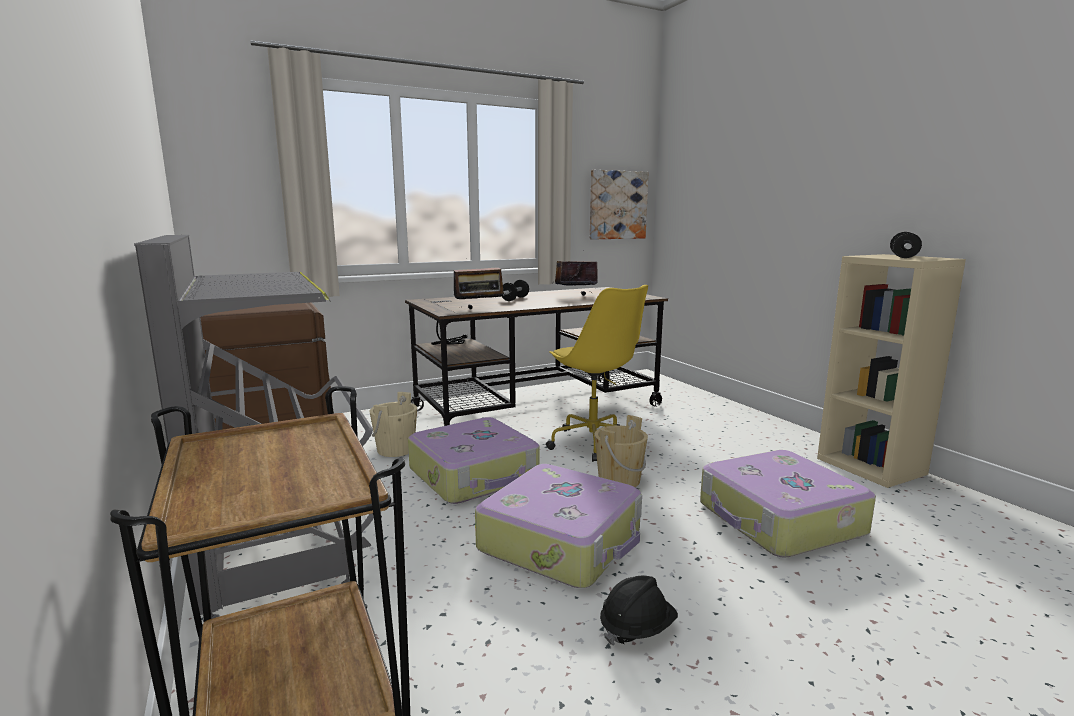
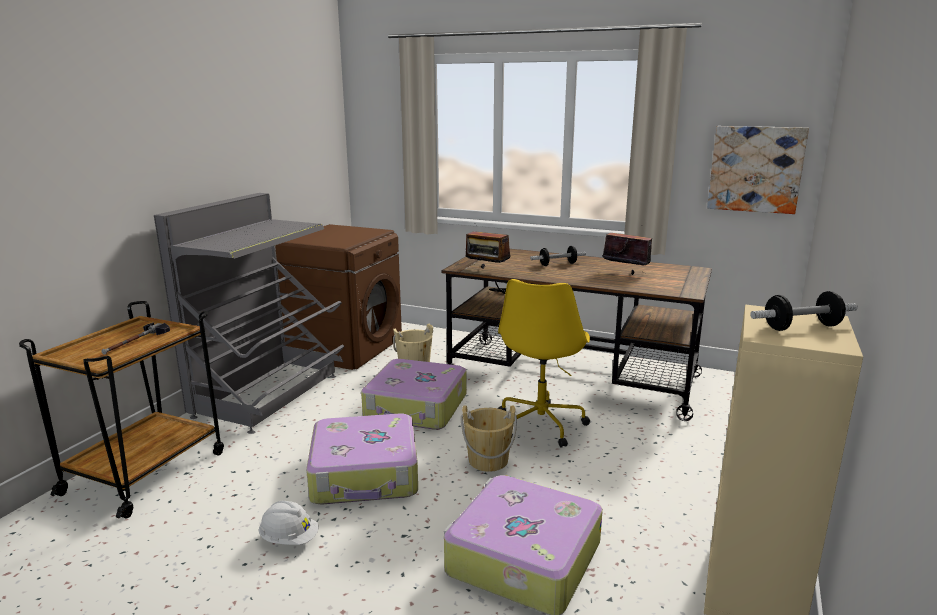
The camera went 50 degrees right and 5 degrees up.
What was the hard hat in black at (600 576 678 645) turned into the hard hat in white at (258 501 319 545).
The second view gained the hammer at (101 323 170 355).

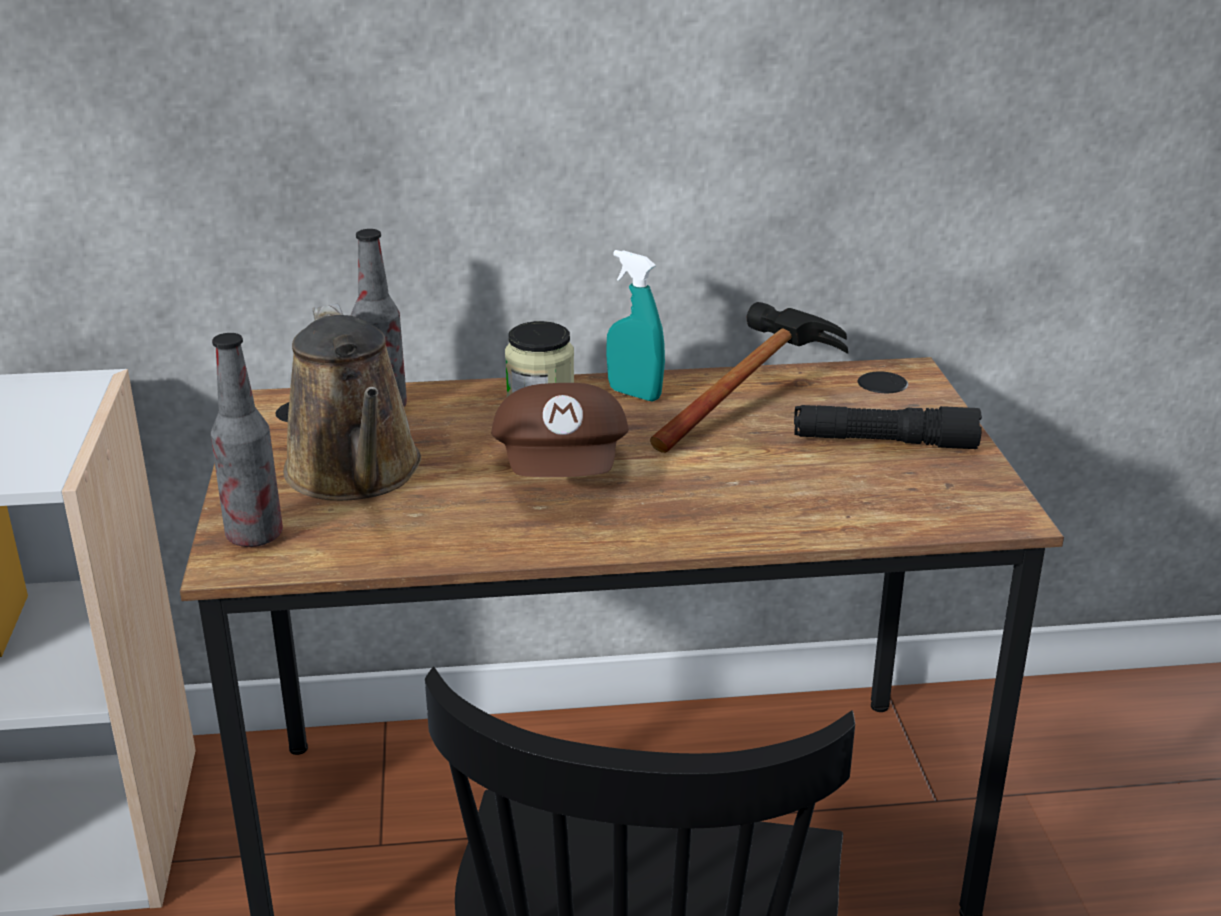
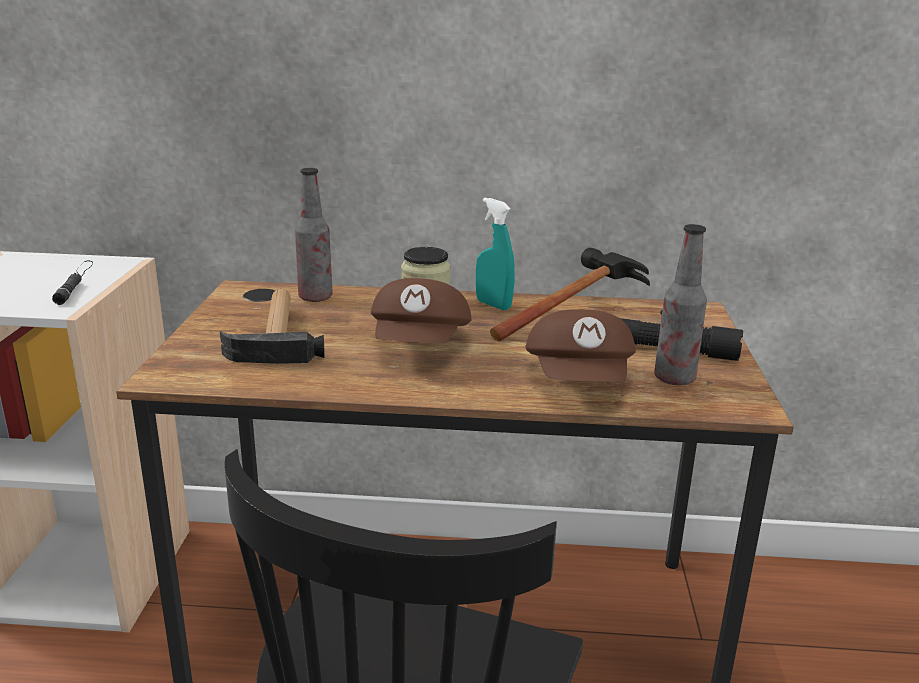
The camera went 10 degrees right and 5 degrees down.
The bottle ended up elsewhere, having gone from (211 333 283 547) to (654 224 707 385).
Where the watering can in brown stood at (283 303 421 501), the hammer came to stand at (220 289 325 364).
The second view gained the flashlight in black at (52 260 93 305).
The second view gained the cap in brown at (525 309 636 382).

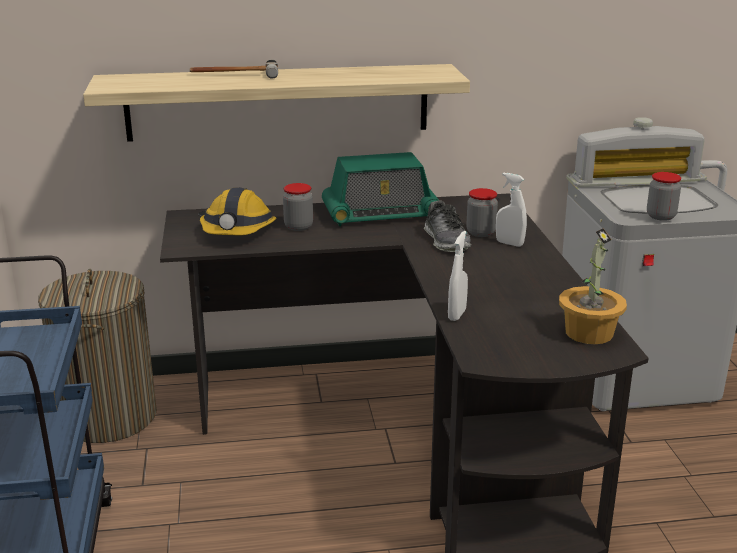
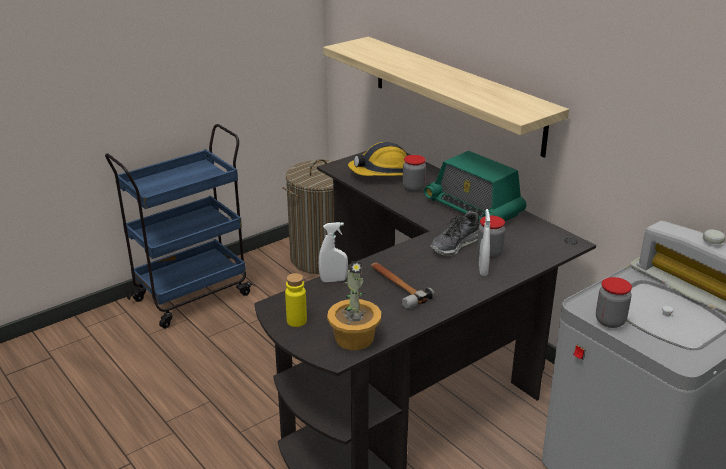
The camera went 60 degrees right and 5 degrees up.
The hammer ended up elsewhere, having gone from (190 60 278 79) to (371 262 435 309).
The second view gained the bottle in yellow at (285 273 307 327).

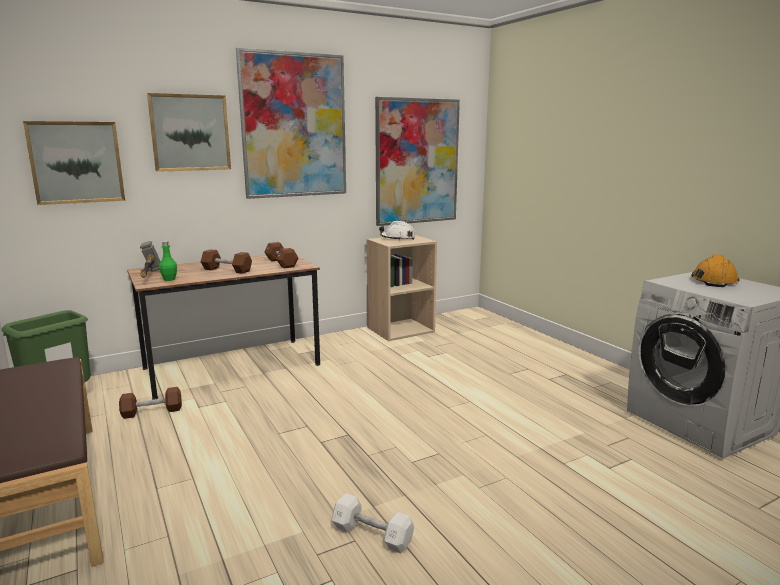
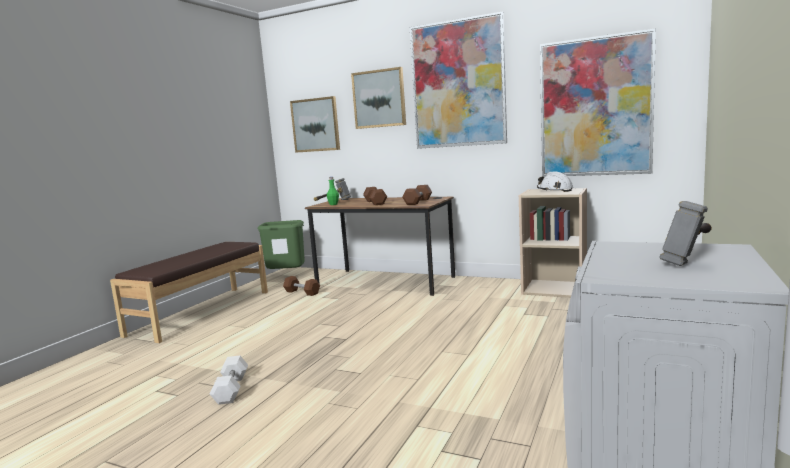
The camera went 55 degrees right and 5 degrees down.
Where the hard hat in orange stood at (691 254 740 287), the hammer came to stand at (659 201 712 266).

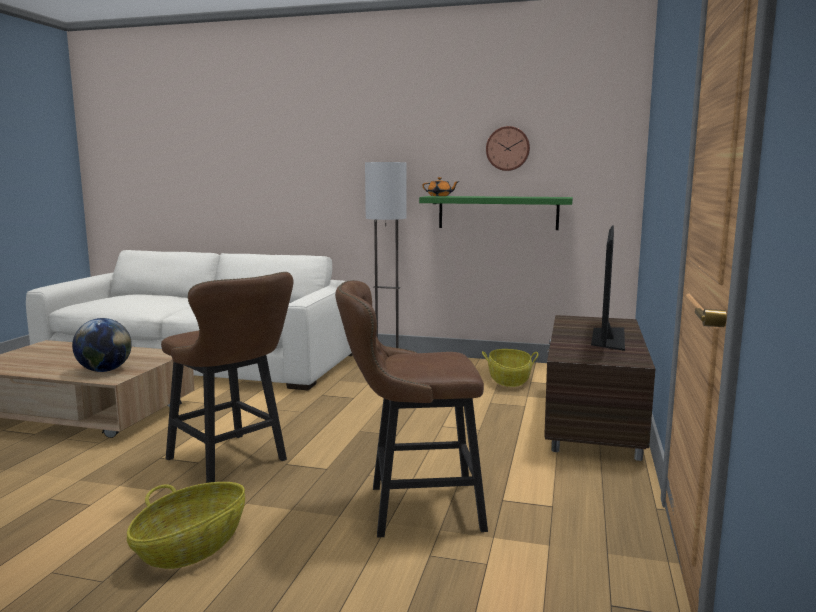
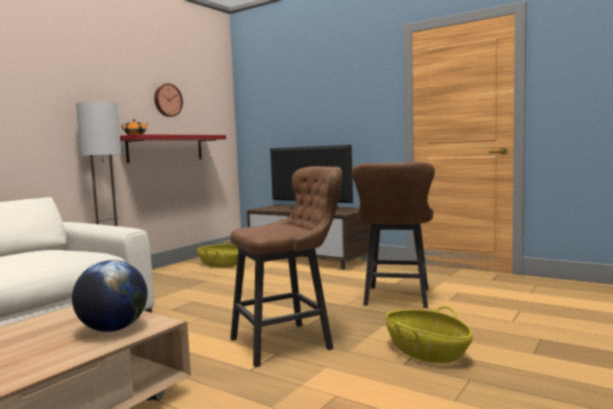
The camera went 70 degrees left and 5 degrees down.
What was the shelf in green at (419 196 573 230) turned into the shelf in red at (120 134 226 163).

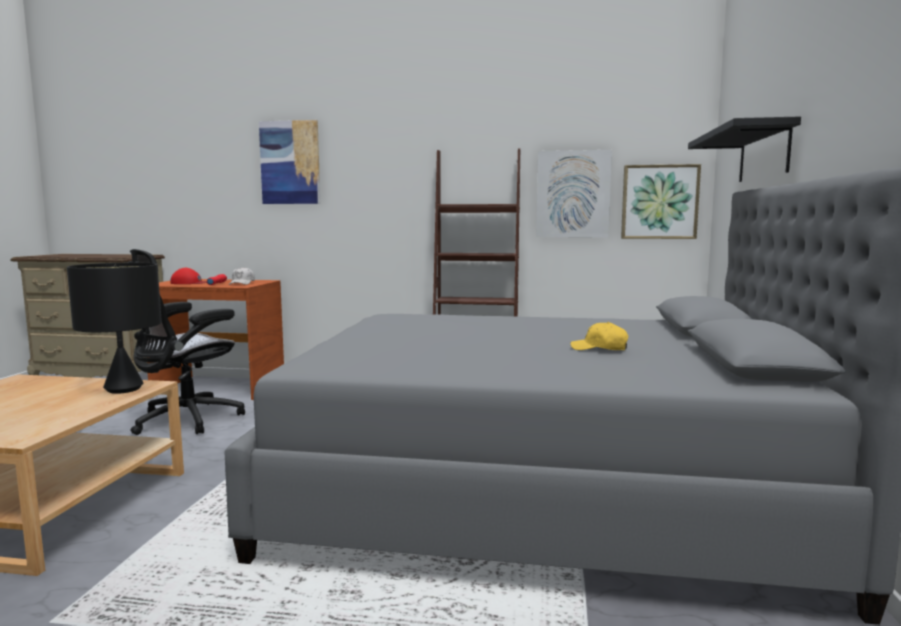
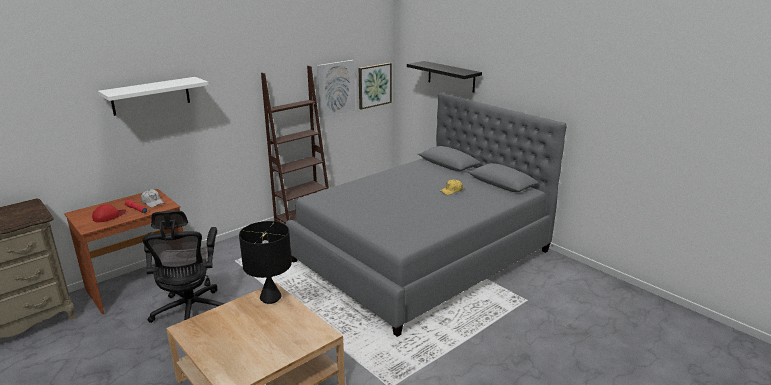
The camera went 50 degrees left and 15 degrees up.
Where the picture hung at (259 120 320 204), the shelf in white came to hang at (98 77 209 116).

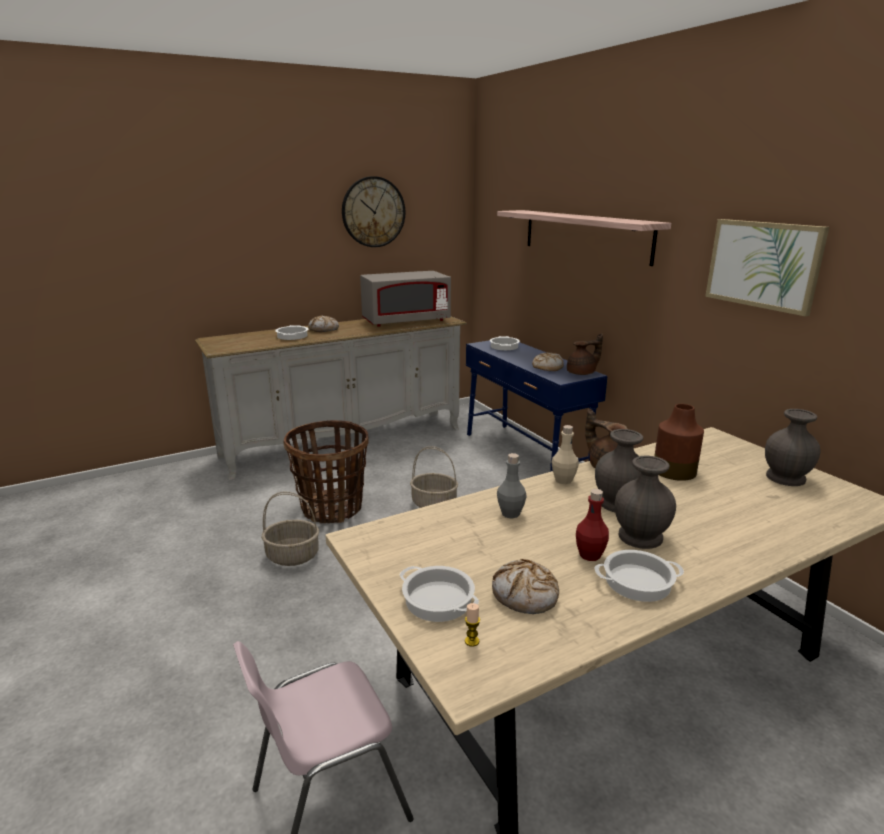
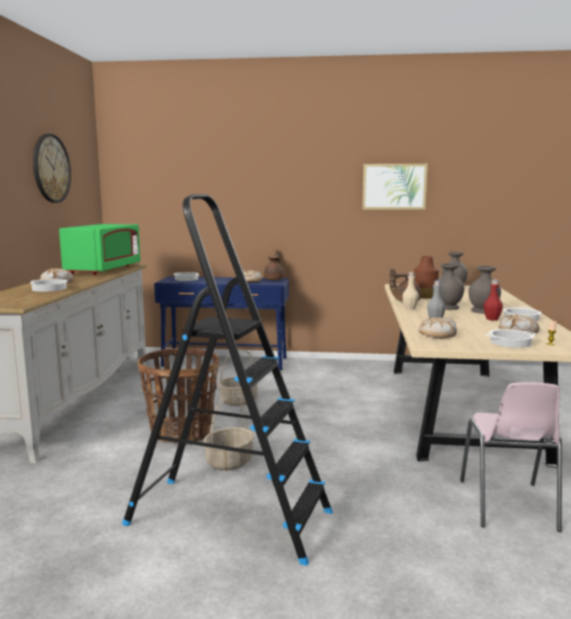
The camera went 55 degrees left and 10 degrees down.
What was the microwave in grey at (360 271 451 327) turned into the microwave in green at (59 224 140 275).
The second view lost the shelf at (497 210 671 266).
The second view gained the step ladder in black at (122 194 333 565).
The second view gained the bread at (419 317 457 338).

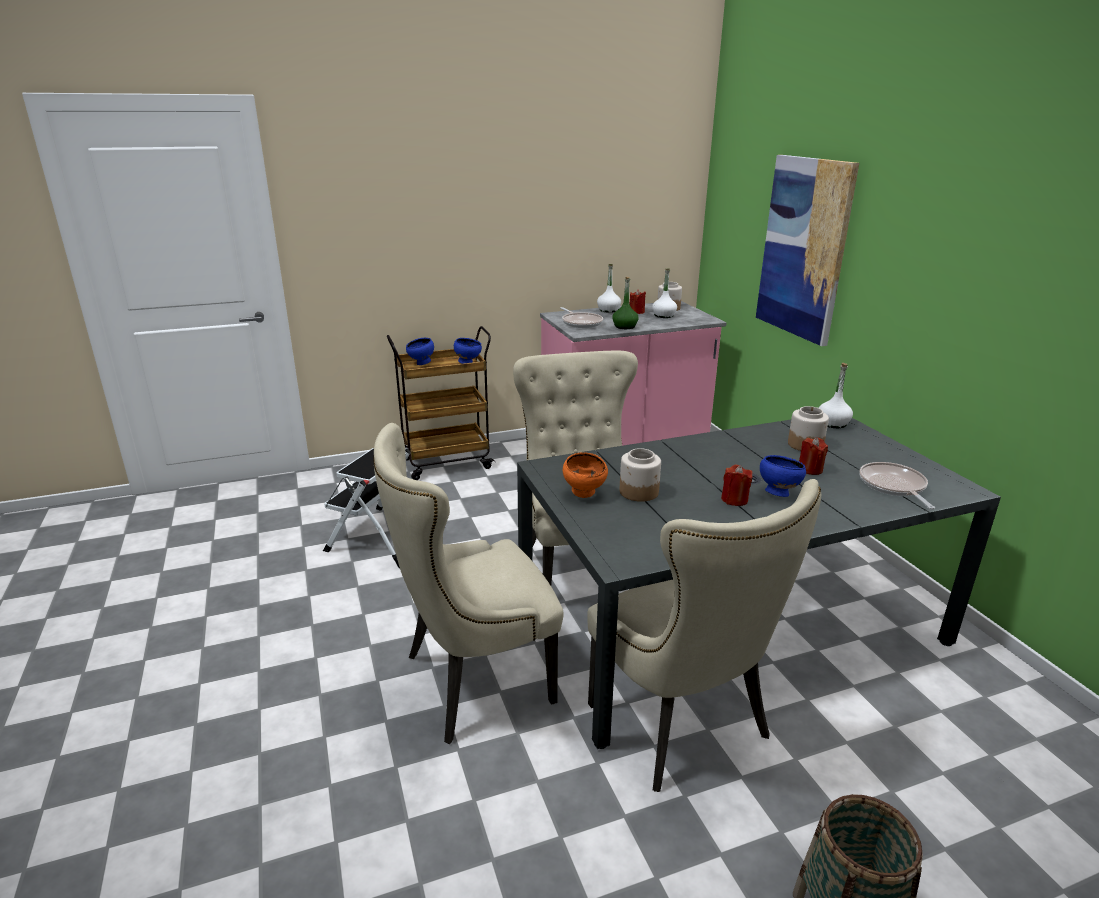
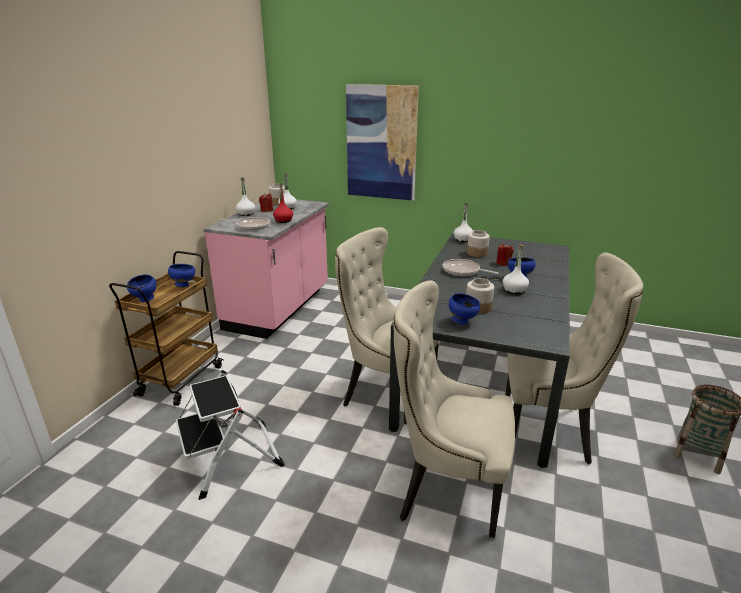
The camera went 50 degrees left and 0 degrees up.
The chair in beige at (373 423 564 744) ended up facing another way, 90 degrees clockwise from before.
What was the bowl in orange at (563 452 608 498) turned into the bowl in blue at (449 293 480 325).
What was the bottle in green at (612 277 639 329) turned into the bottle in red at (273 183 293 223).
Where the candle in red stood at (721 465 753 506), the bottle in white came to stand at (503 244 529 294).
The frying pan ended up elsewhere, having gone from (859 462 935 509) to (442 259 499 276).

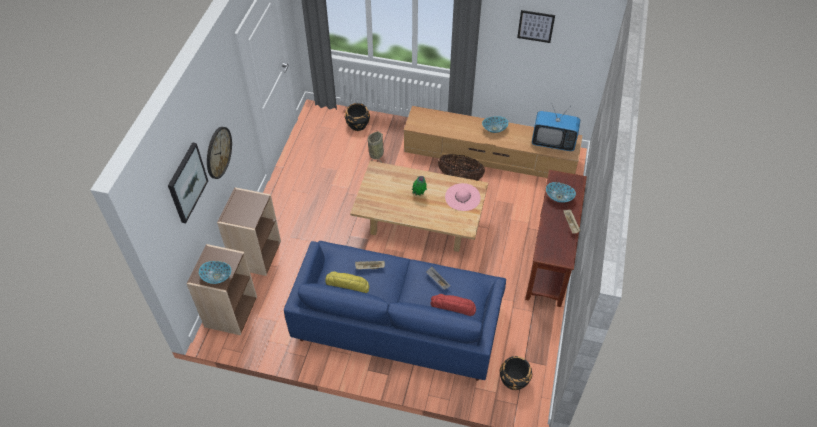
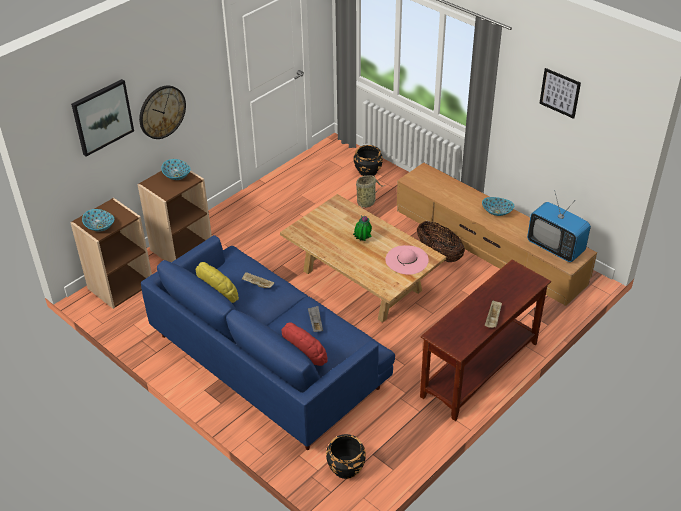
The camera went 30 degrees right and 10 degrees down.
The bowl ended up elsewhere, having gone from (546 182 576 203) to (161 159 191 180).

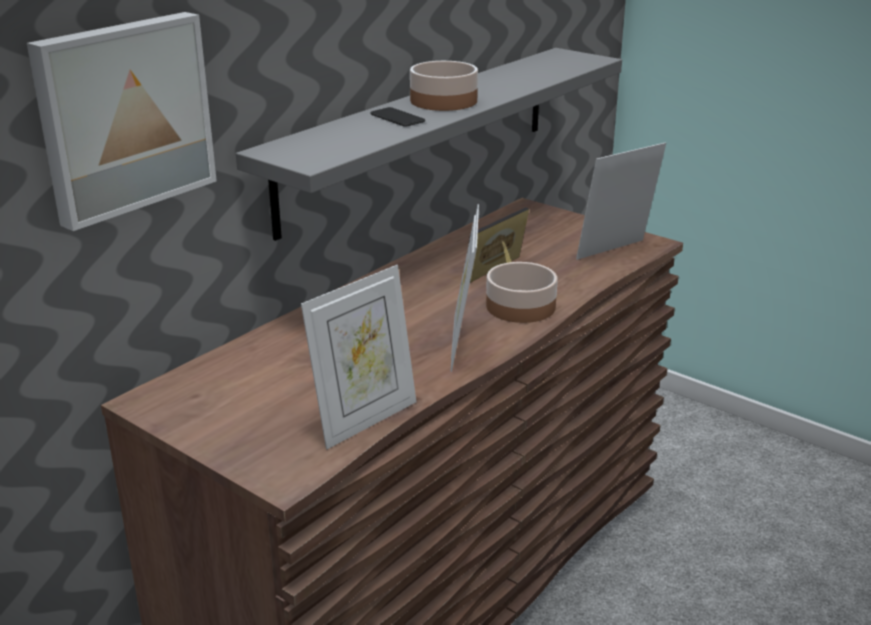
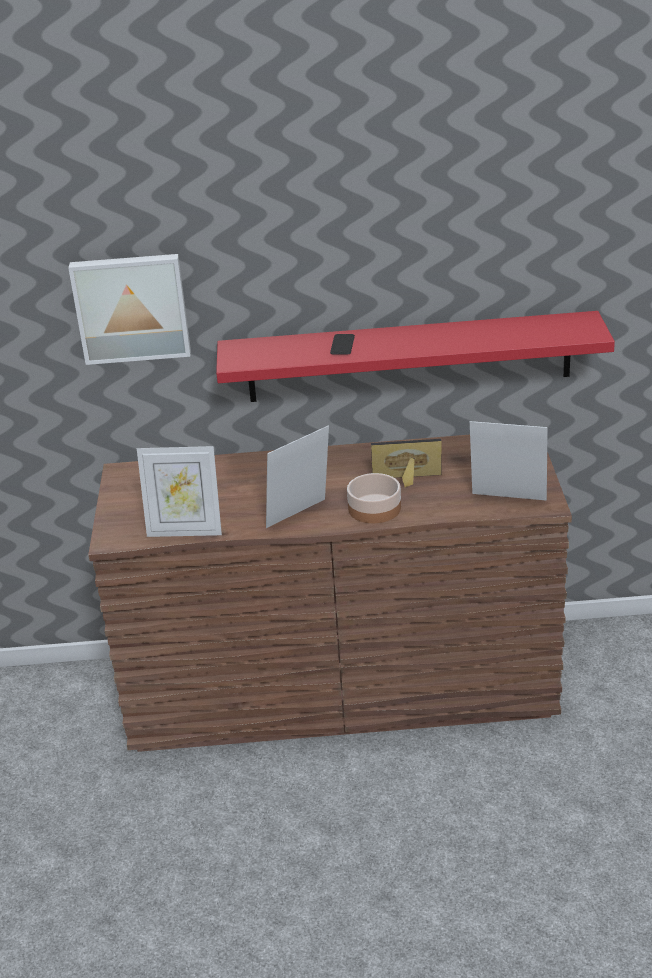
The camera went 50 degrees right and 5 degrees up.
What was the shelf in grey at (236 48 622 241) turned into the shelf in red at (216 311 615 402).
The second view lost the bowl at (410 61 478 111).

